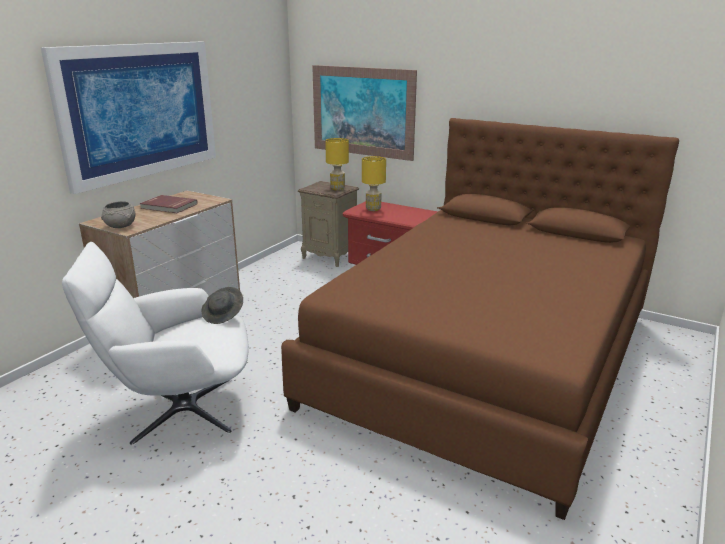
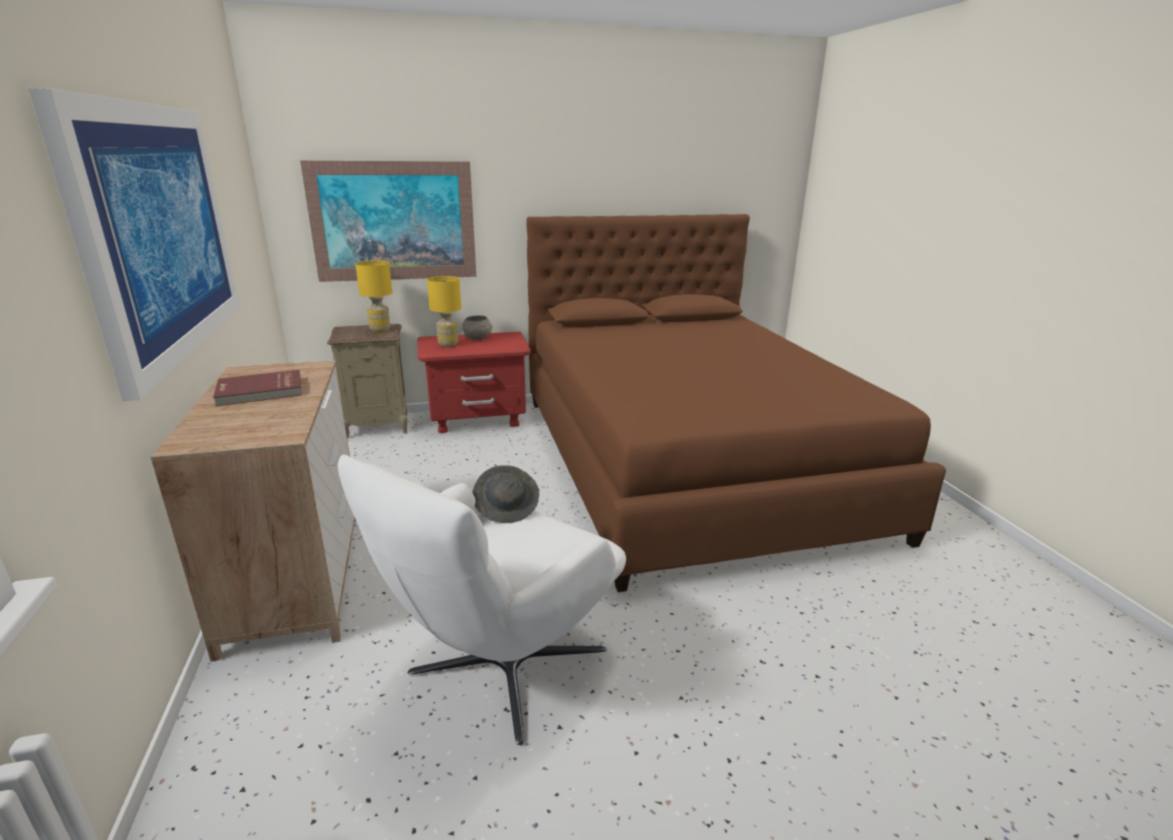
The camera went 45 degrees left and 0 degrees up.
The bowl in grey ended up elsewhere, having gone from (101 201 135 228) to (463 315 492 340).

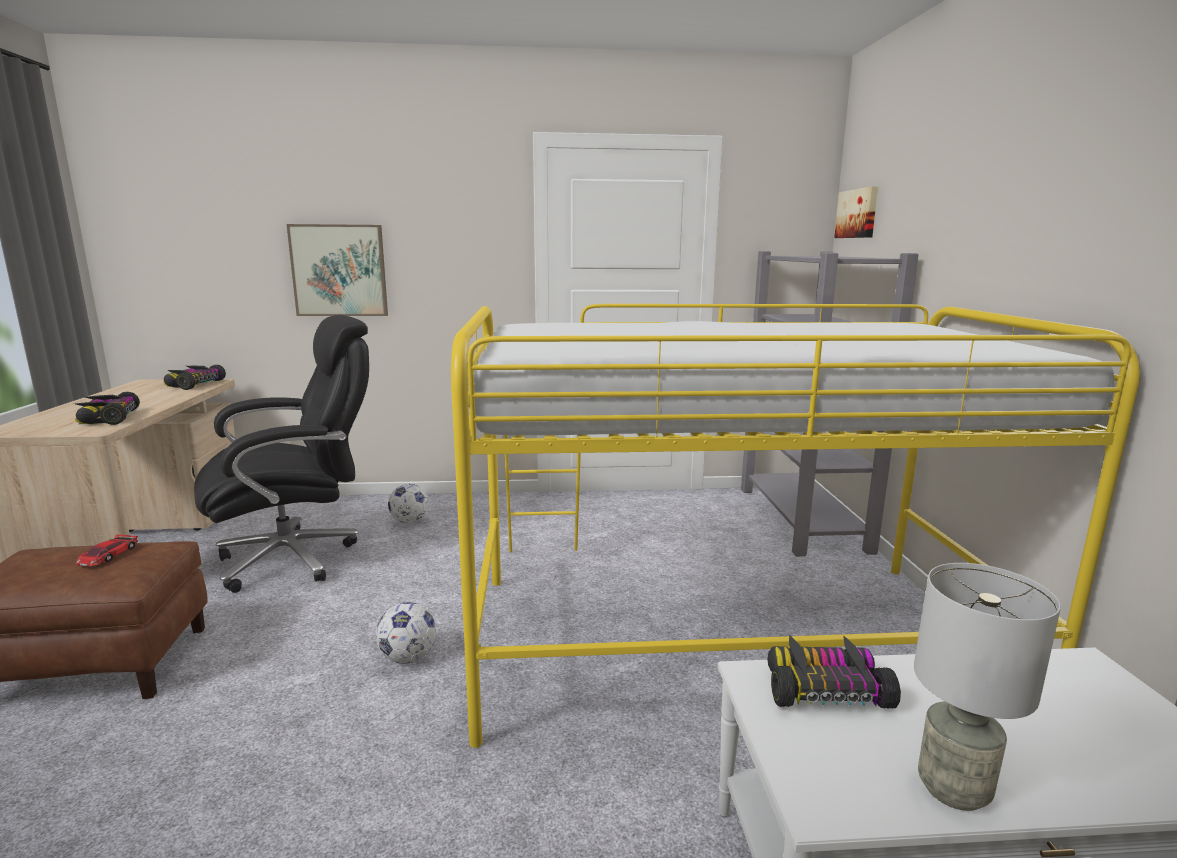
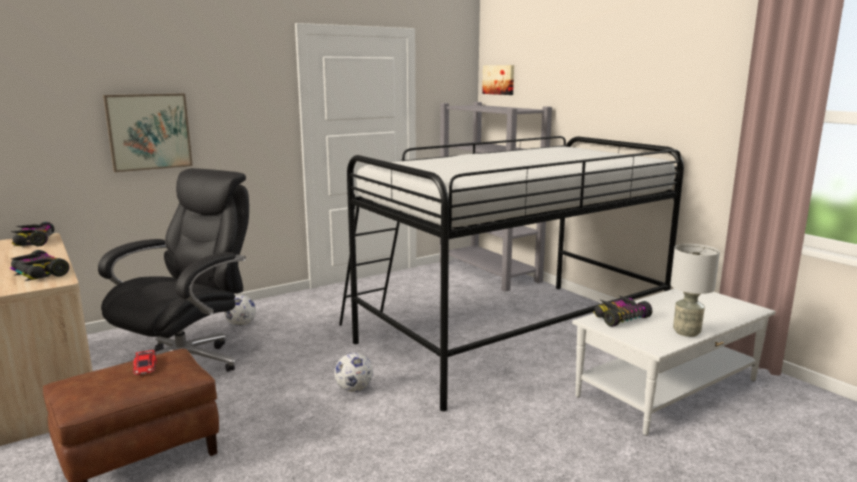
The camera went 30 degrees left and 0 degrees up.
What was the bed in yellow at (451 304 1140 748) turned into the bed in black at (339 136 684 411).

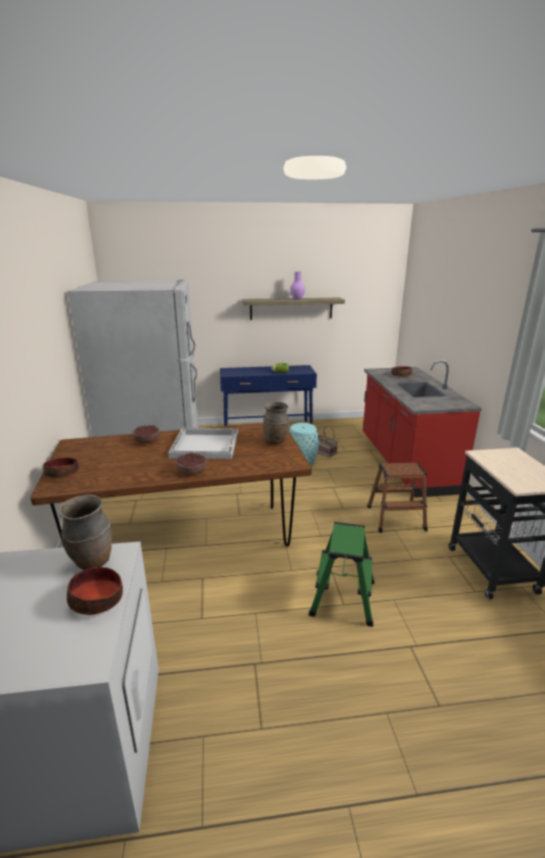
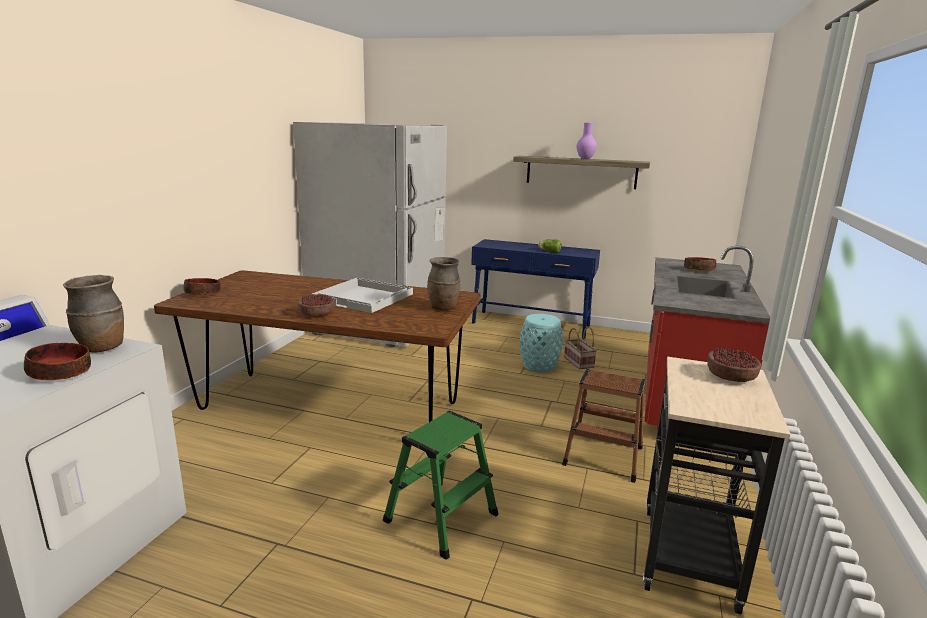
The camera went 25 degrees right and 5 degrees down.
The bowl ended up elsewhere, having gone from (132 425 160 443) to (707 348 761 382).

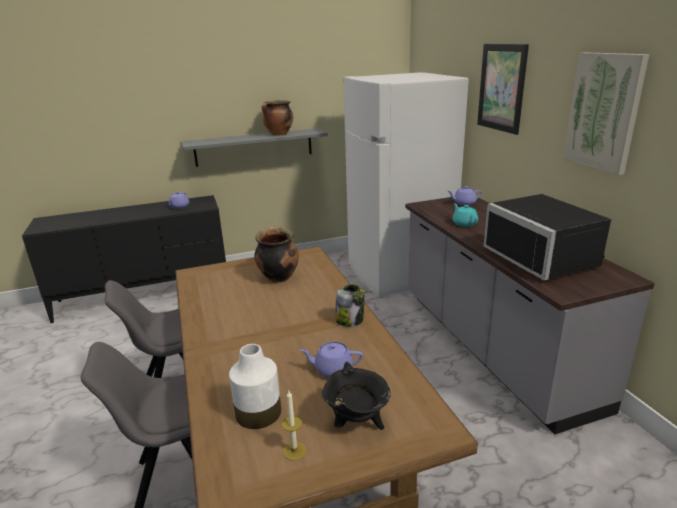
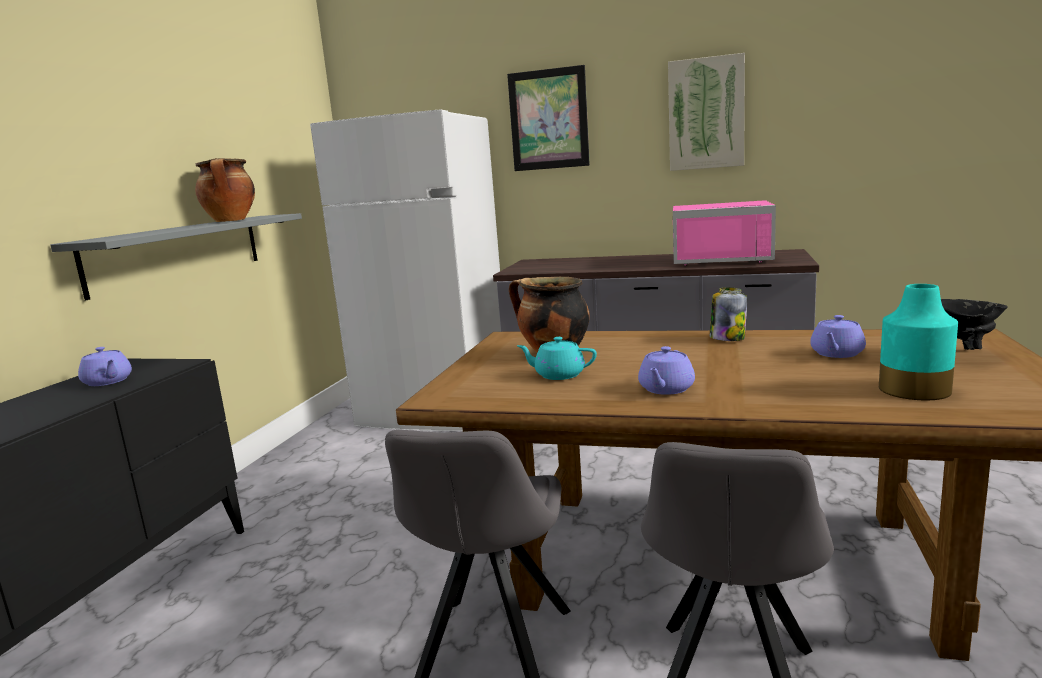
The camera went 55 degrees left and 10 degrees down.
What was the vase in white at (229 344 281 429) turned into the vase in turquoise at (879 284 958 400).
The second view lost the candle at (282 391 306 461).
The teapot in purple ended up elsewhere, having gone from (447 186 482 205) to (638 346 695 395).
The teapot in turquoise ended up elsewhere, having gone from (453 203 478 227) to (517 337 597 380).
What was the microwave in black at (484 194 611 280) turned into the microwave in pink at (673 200 776 266).

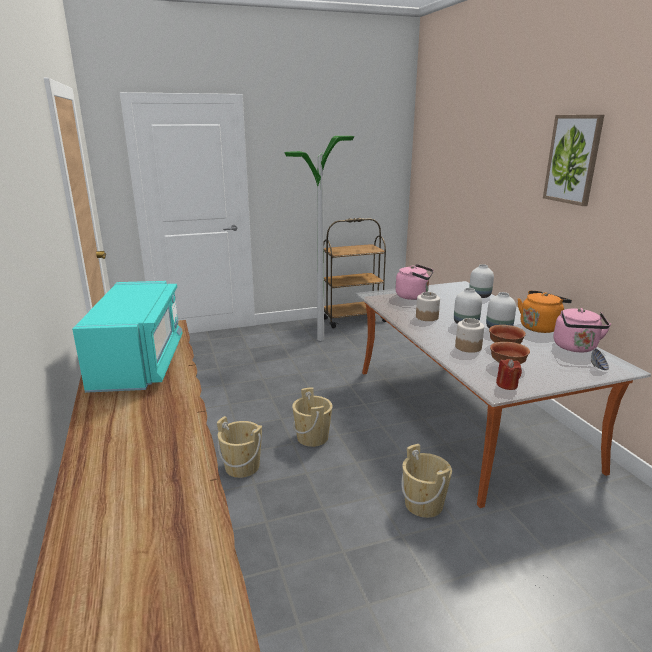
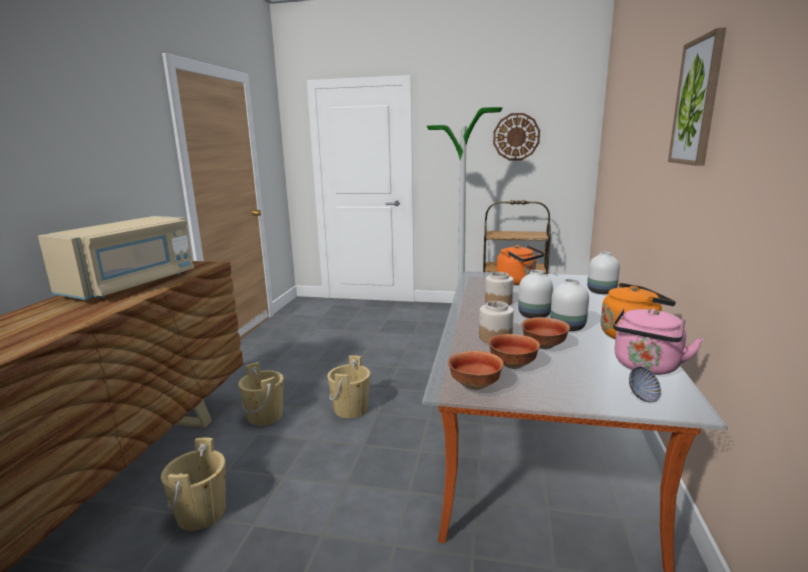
The camera went 30 degrees right and 5 degrees down.
What was the microwave in turquoise at (72 281 183 393) turned into the microwave in beige at (38 216 194 300).
What was the kettle in pink at (395 264 434 300) turned into the kettle in orange at (497 245 545 285).
The bucket in beige ended up elsewhere, having gone from (401 444 452 518) to (161 438 226 531).
Where the candle in red stood at (496 359 522 390), the bowl came to stand at (448 351 504 390).
The second view gained the wall clock at (493 113 540 161).

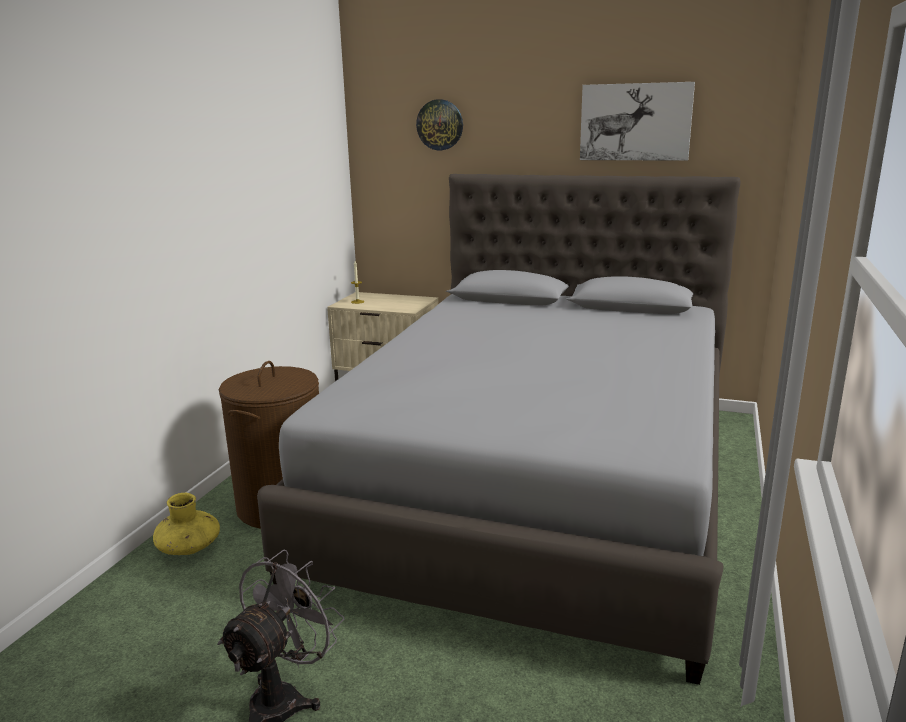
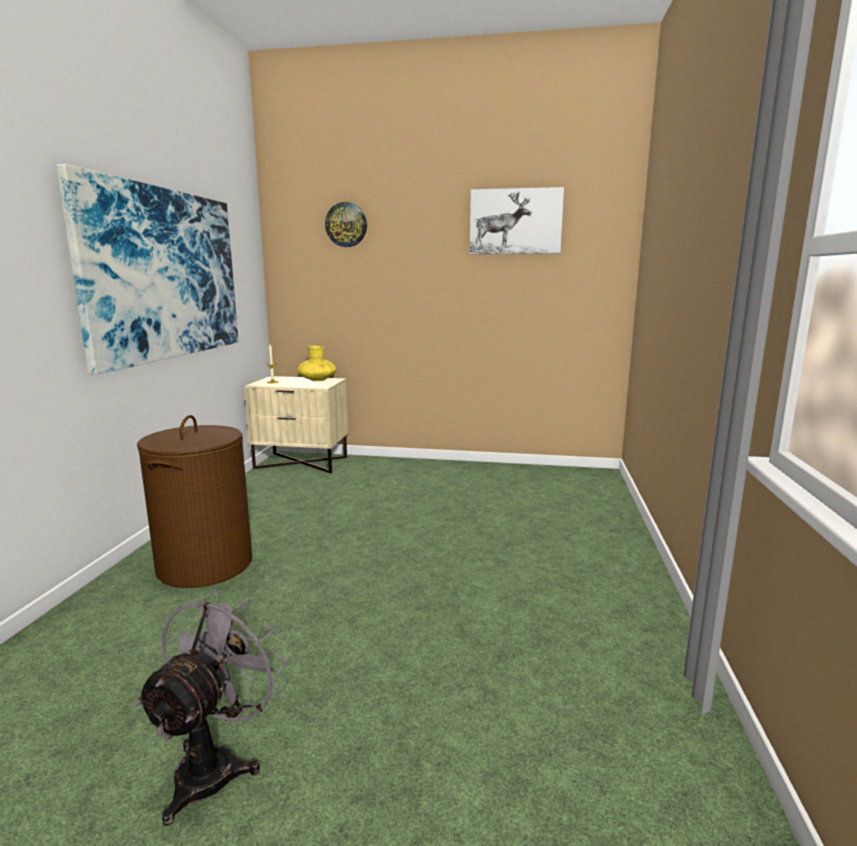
The camera went 10 degrees left and 5 degrees down.
The vase in yellow ended up elsewhere, having gone from (153 493 220 555) to (298 346 337 381).
The second view lost the bed in grey at (257 174 741 685).
The second view gained the picture at (57 164 238 374).

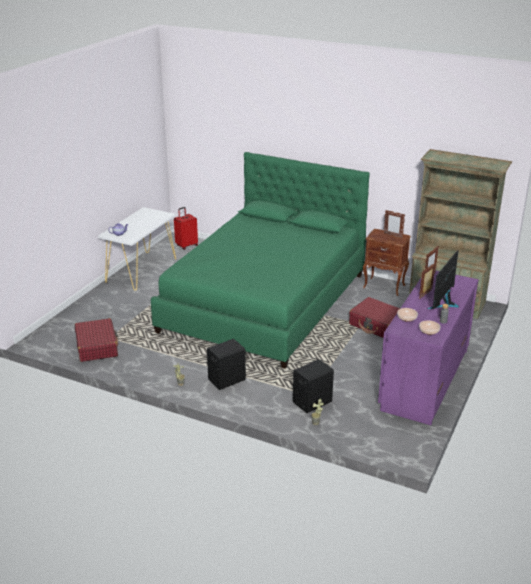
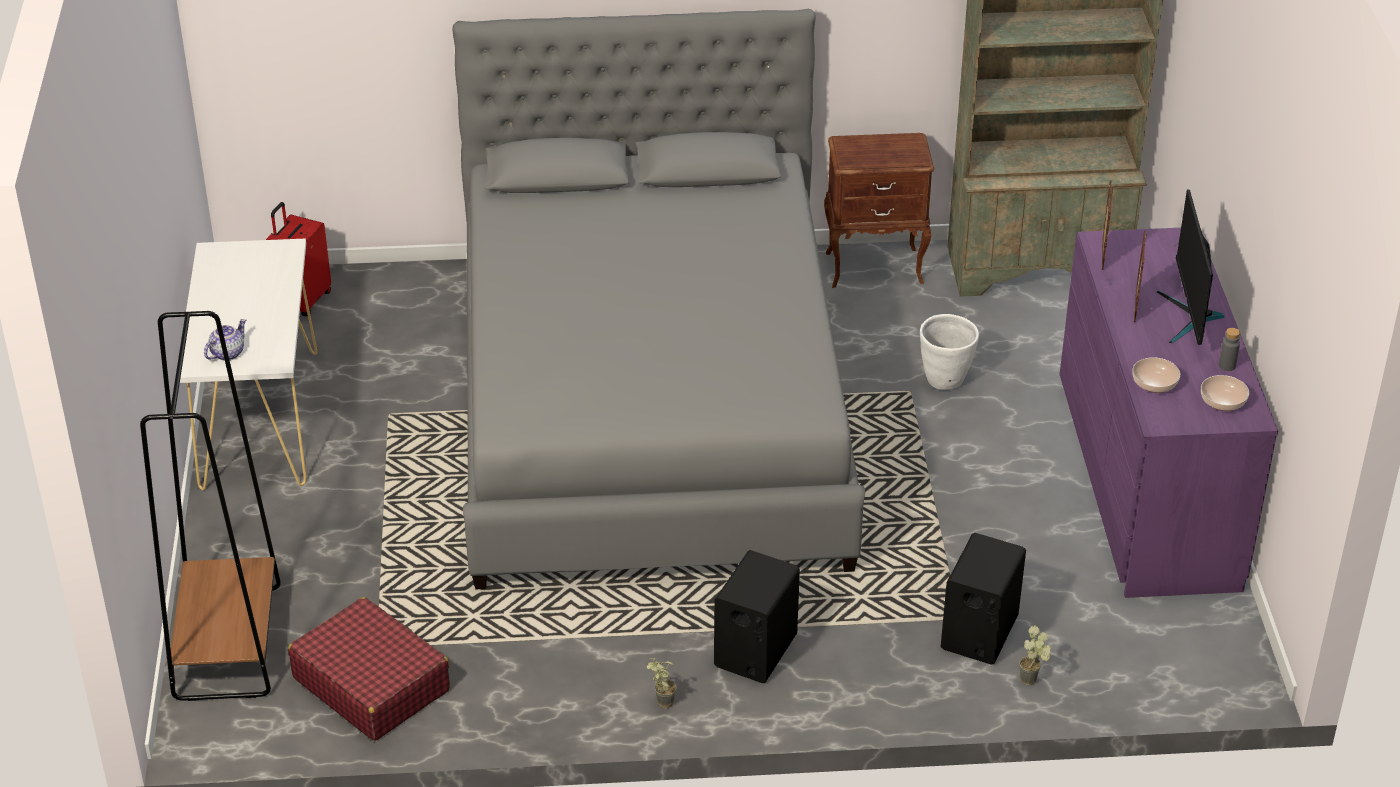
The camera went 30 degrees left and 10 degrees up.
What was the bed in green at (151 152 370 369) turned into the bed in grey at (452 9 865 590).
Where the suitcase in red stood at (349 297 400 338), the planter in white came to stand at (920 314 979 390).
The second view lost the picture frame at (384 210 405 238).
The second view gained the clothes rack at (140 311 281 701).

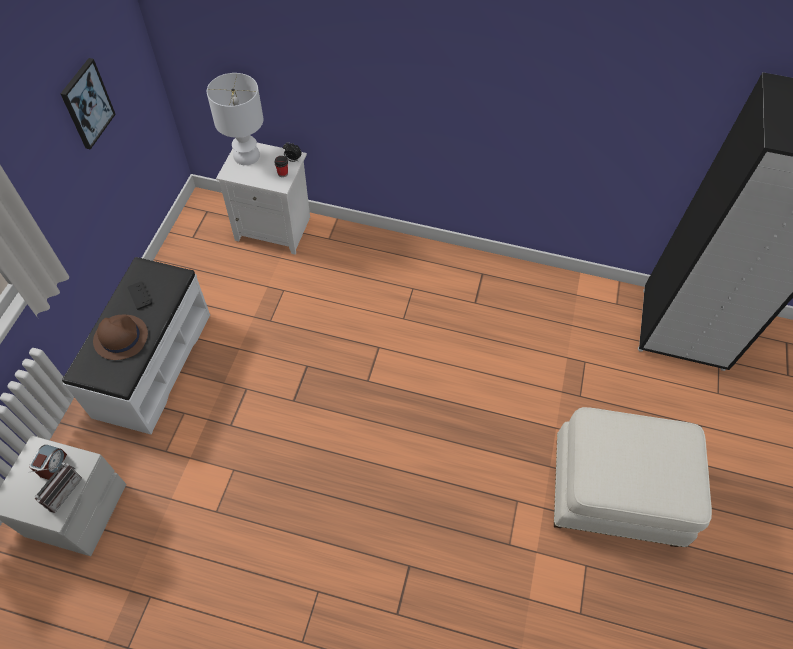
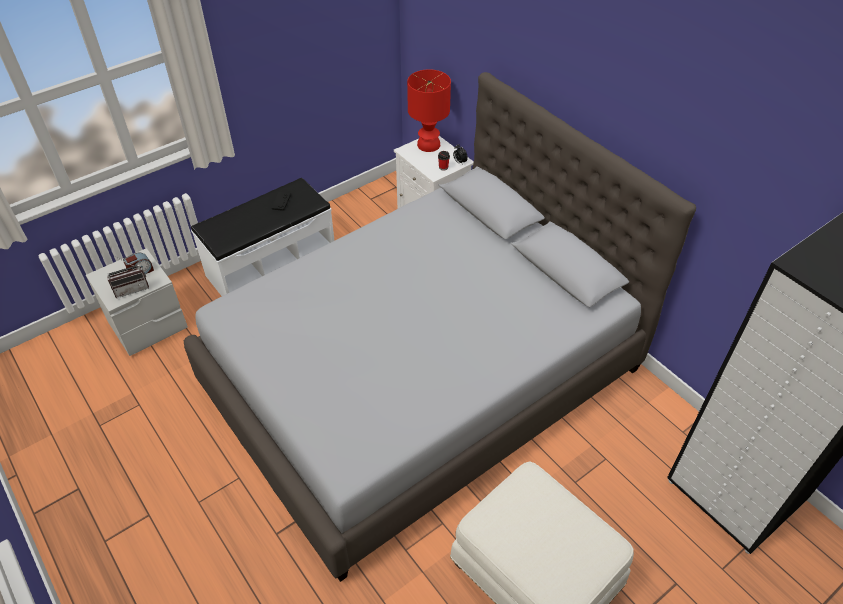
The camera went 40 degrees right and 10 degrees down.
The second view lost the picture at (60 58 116 150).
The second view lost the hat in brown at (93 315 148 360).
What was the table lamp in white at (207 73 263 165) turned into the table lamp in red at (407 69 451 152).
The second view gained the bed in grey at (184 72 696 582).

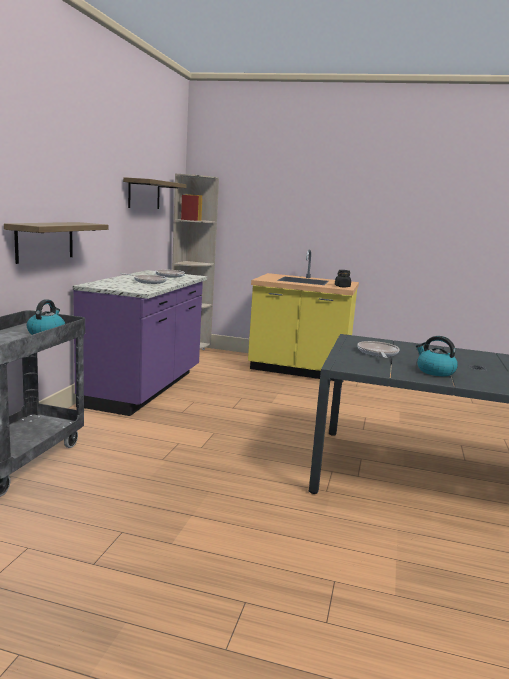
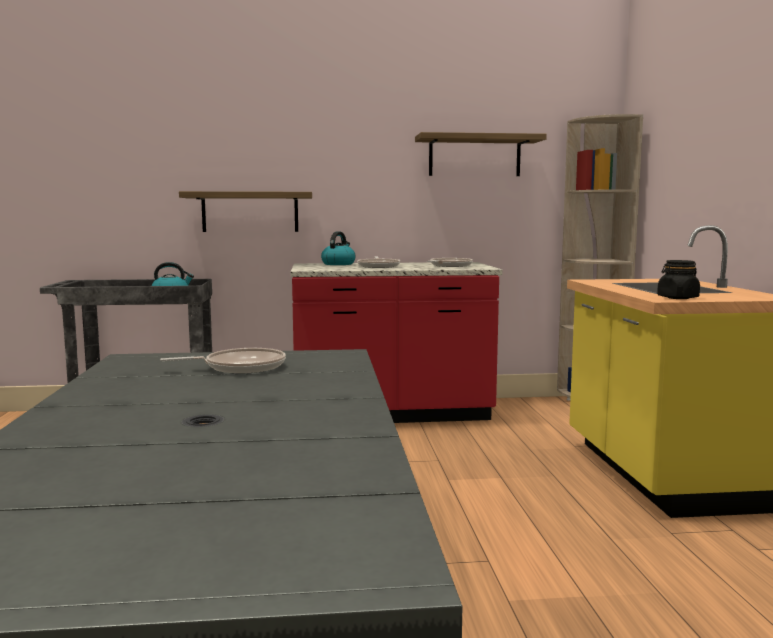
The camera went 70 degrees right and 5 degrees down.
What was the counter in purple at (73 270 207 416) turned into the counter in red at (291 262 502 423).
The kettle ended up elsewhere, having gone from (416 336 458 376) to (321 231 356 265).

